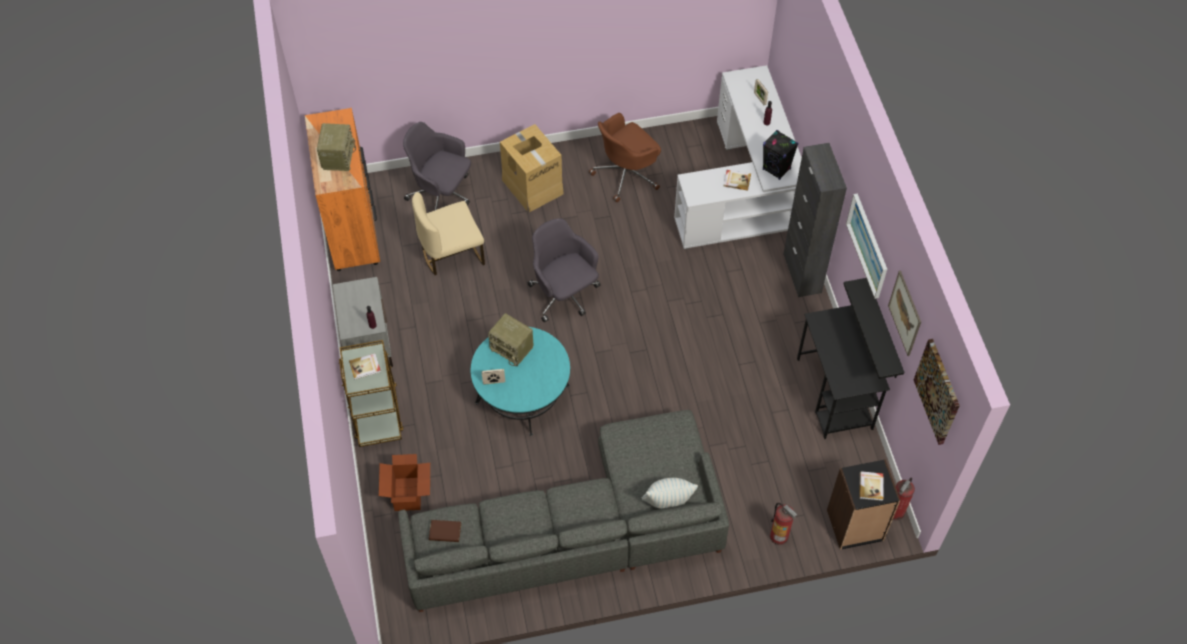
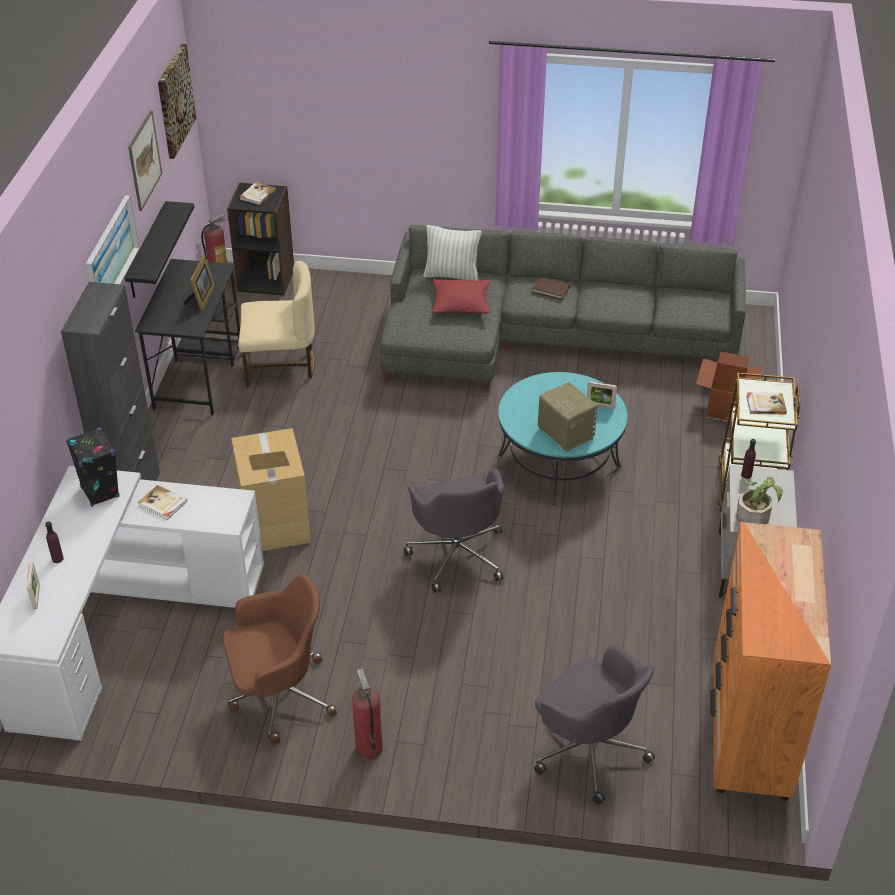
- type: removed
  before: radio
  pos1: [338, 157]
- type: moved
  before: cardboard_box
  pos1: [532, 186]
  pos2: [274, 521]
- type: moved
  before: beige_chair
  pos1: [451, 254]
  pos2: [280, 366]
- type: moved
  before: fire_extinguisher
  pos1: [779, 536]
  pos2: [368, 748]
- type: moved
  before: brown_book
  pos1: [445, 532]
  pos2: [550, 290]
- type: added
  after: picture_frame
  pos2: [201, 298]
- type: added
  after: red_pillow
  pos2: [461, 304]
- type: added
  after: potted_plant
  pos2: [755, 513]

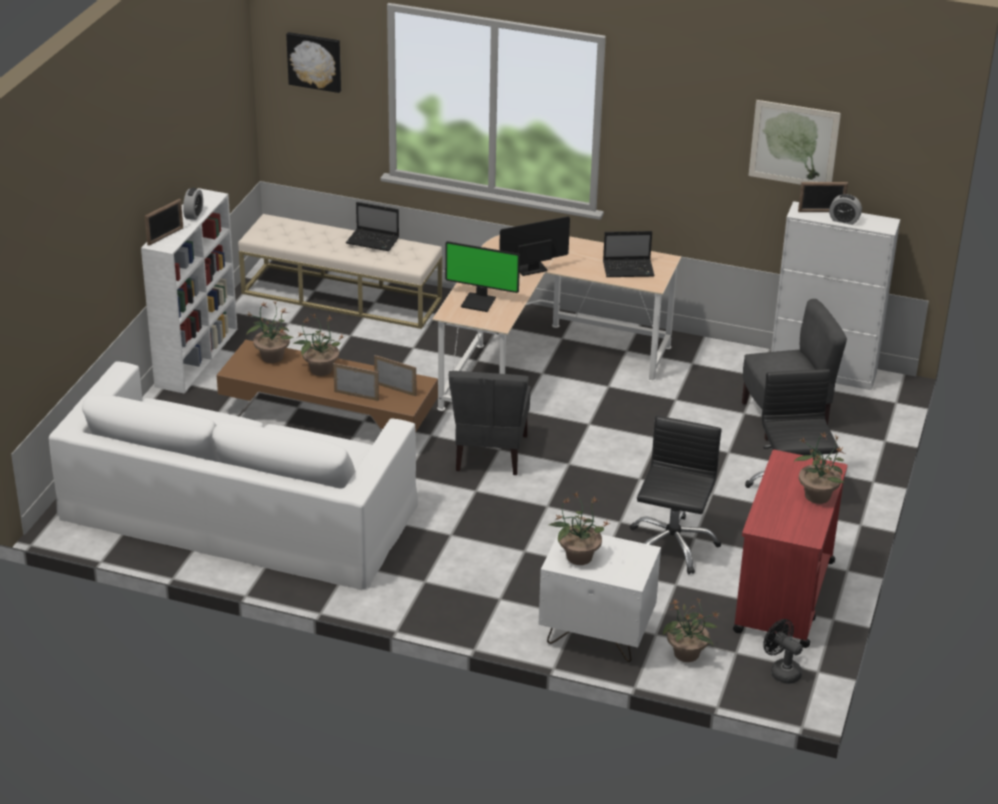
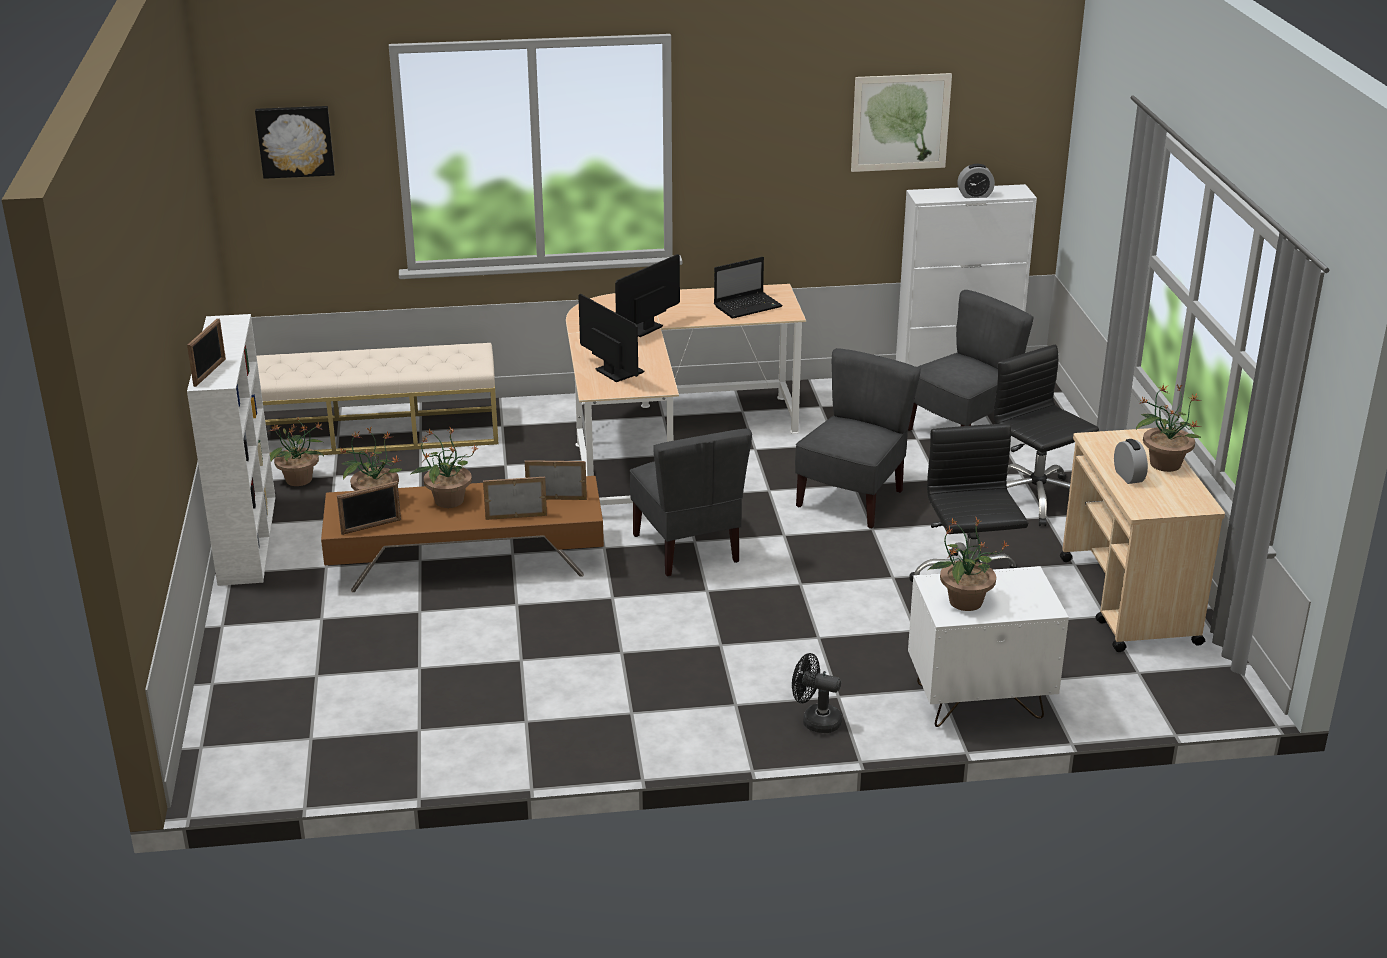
- type: moved
  before: picture_frame
  pos1: [821, 211]
  pos2: [371, 527]
- type: moved
  before: alarm_clock
  pos1: [194, 214]
  pos2: [1128, 476]
- type: removed
  before: laptop
  pos1: [373, 241]
- type: turned
  before: monitor
  pos1: [479, 302]
  pos2: [617, 372]
  turn: -120
- type: removed
  before: white_sofa
  pos1: [238, 511]
- type: recoloured
  before: red_cart
  after: beige_cart
  pos1: [783, 597]
  pos2: [1129, 601]
- type: moved
  before: potted_plant
  pos1: [687, 654]
  pos2: [299, 480]
- type: moved
  before: black_fan
  pos1: [781, 671]
  pos2: [815, 721]
- type: added
  after: grey_chair
  pos2: [852, 500]

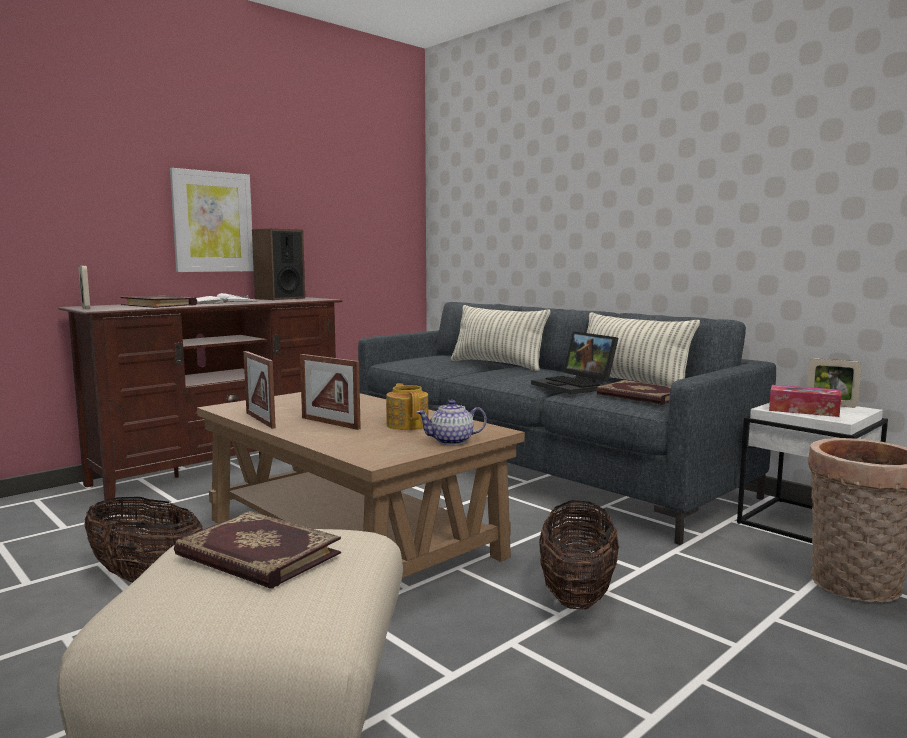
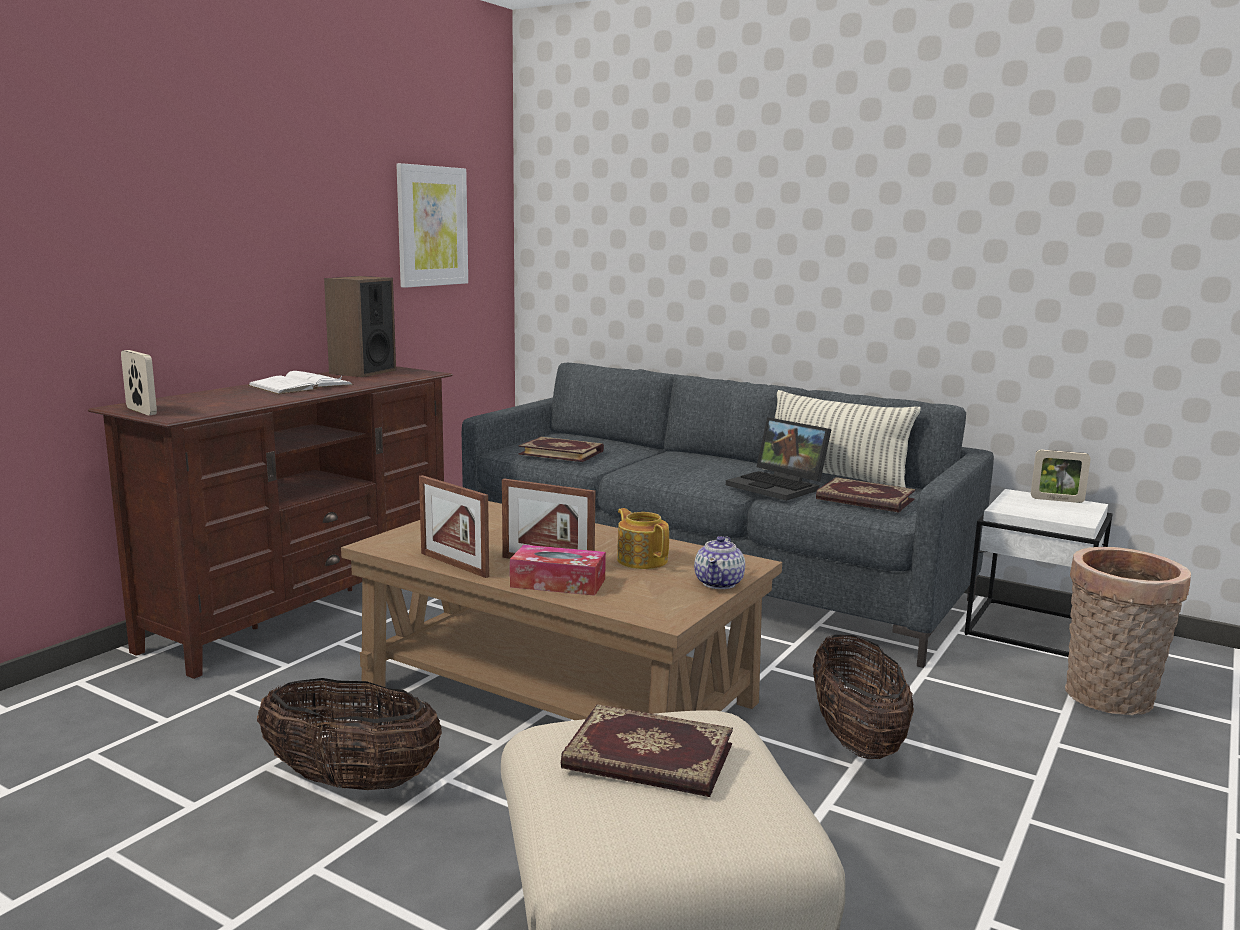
- type: moved
  before: picture
  pos1: [212, 222]
  pos2: [432, 226]
- type: moved
  before: book
  pos1: [160, 305]
  pos2: [562, 452]
- type: removed
  before: pillow
  pos1: [497, 365]
- type: moved
  before: tissue_box
  pos1: [803, 410]
  pos2: [558, 583]
- type: turned
  before: teapot
  pos1: [452, 441]
  pos2: [719, 583]
  turn: -45

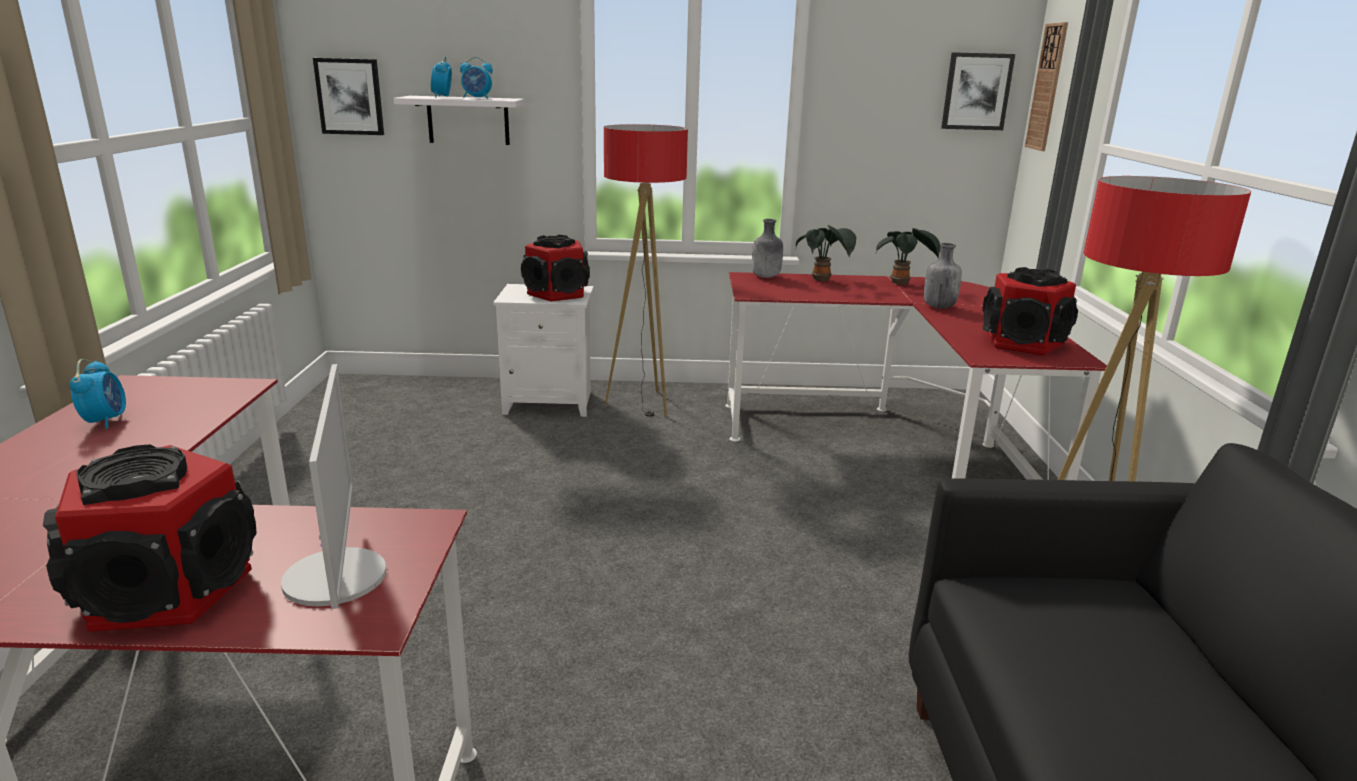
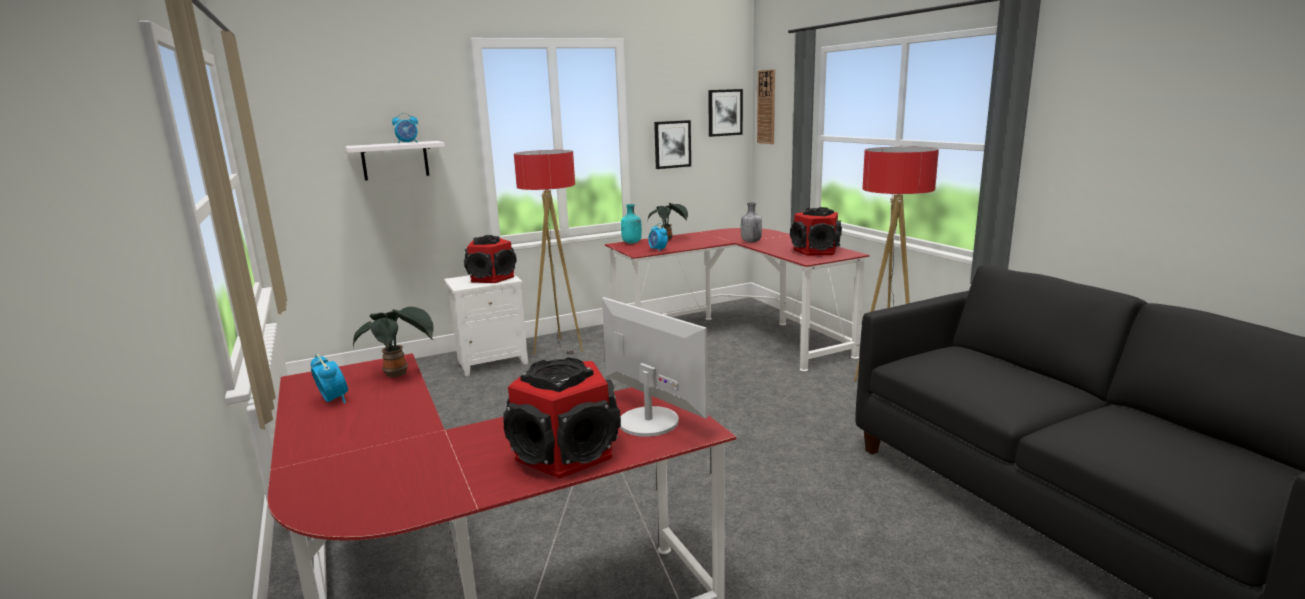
- type: moved
  before: alarm_clock
  pos1: [442, 97]
  pos2: [658, 250]
- type: moved
  before: picture
  pos1: [350, 96]
  pos2: [672, 144]
- type: recoloured
  before: grey_bottle
  after: turquoise_bottle
  pos1: [766, 277]
  pos2: [632, 243]
- type: moved
  before: potted_plant
  pos1: [902, 283]
  pos2: [399, 374]

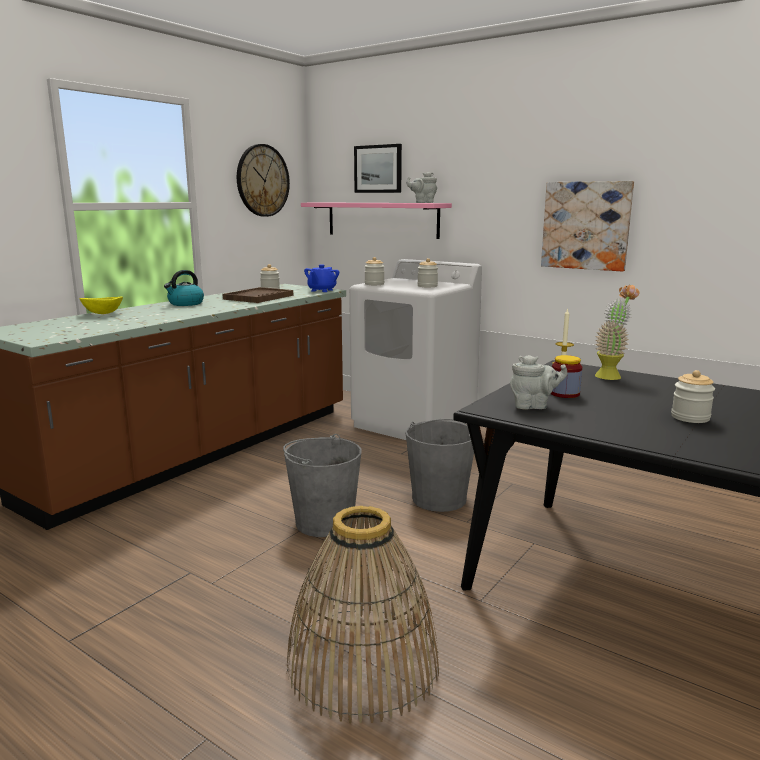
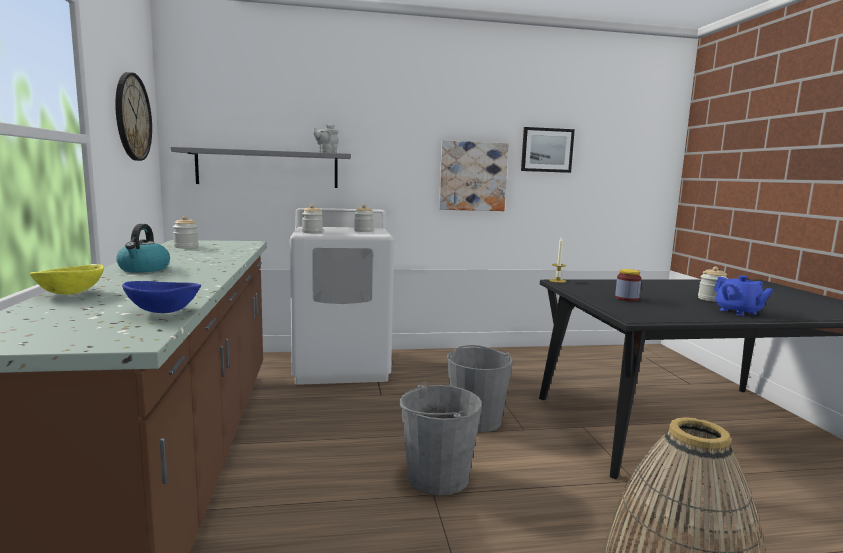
- type: moved
  before: picture
  pos1: [378, 169]
  pos2: [547, 150]
- type: recoloured
  before: pink_shelf
  after: grey_shelf
  pos1: [382, 219]
  pos2: [267, 168]
- type: moved
  before: blue_teapot
  pos1: [321, 290]
  pos2: [738, 312]
- type: removed
  before: potted_plant
  pos1: [611, 375]
- type: removed
  before: brown_tray
  pos1: [258, 297]
- type: removed
  before: grey_teapot
  pos1: [533, 406]
- type: added
  after: blue_bowl
  pos2: [163, 312]

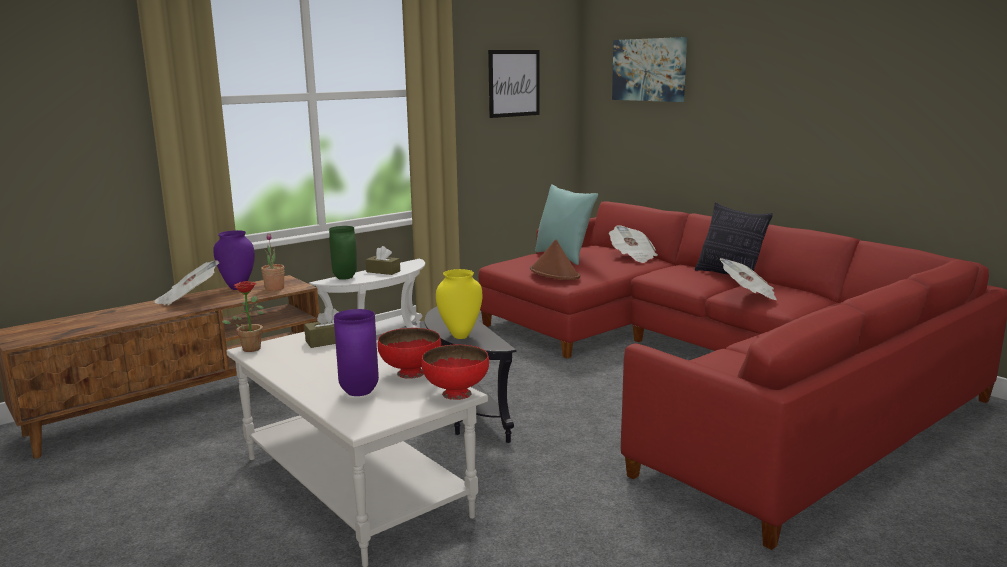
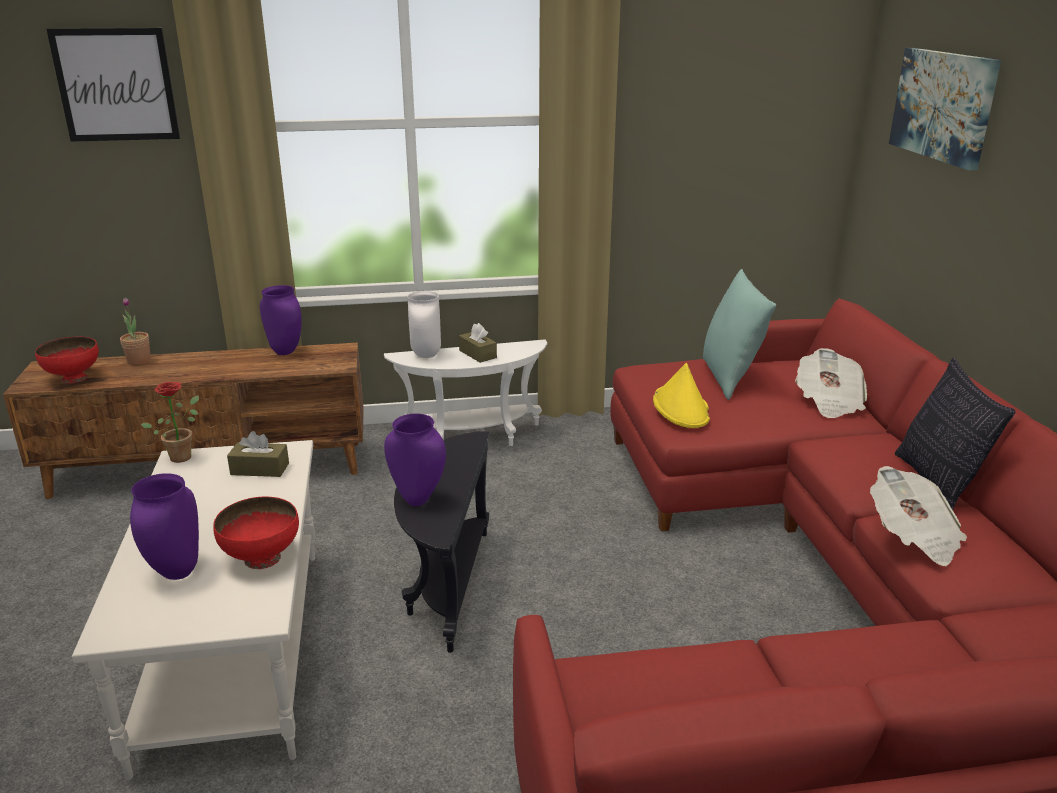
- type: moved
  before: picture
  pos1: [514, 83]
  pos2: [116, 85]
- type: recoloured
  before: green_vase
  after: white_vase
  pos1: [346, 278]
  pos2: [427, 355]
- type: moved
  before: potted_plant
  pos1: [274, 288]
  pos2: [139, 361]
- type: recoloured
  before: brown_hat
  after: yellow_hat
  pos1: [554, 273]
  pos2: [681, 408]
- type: removed
  before: newspaper
  pos1: [188, 300]
- type: recoloured
  before: yellow_vase
  after: purple_vase
  pos1: [460, 336]
  pos2: [417, 500]
- type: moved
  before: red_bowl
  pos1: [455, 394]
  pos2: [73, 378]

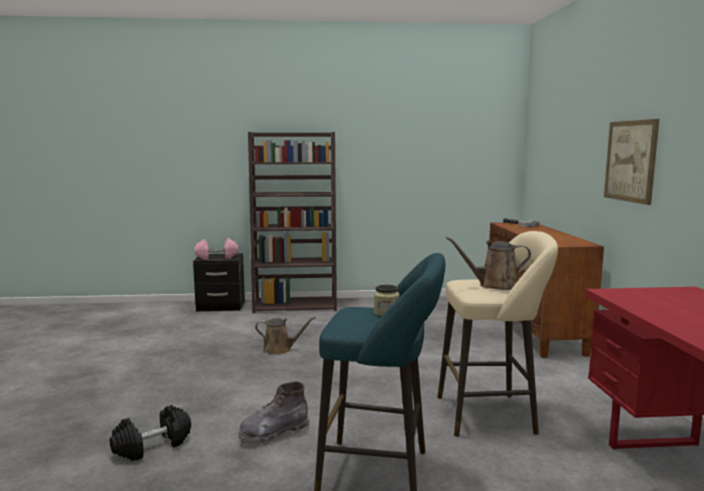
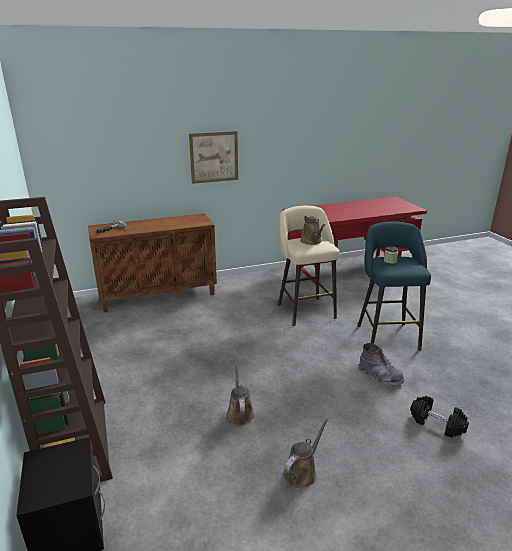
- type: removed
  before: pink_dumbbell
  pos1: [217, 257]
- type: added
  after: brown_watering_can
  pos2: [302, 472]

